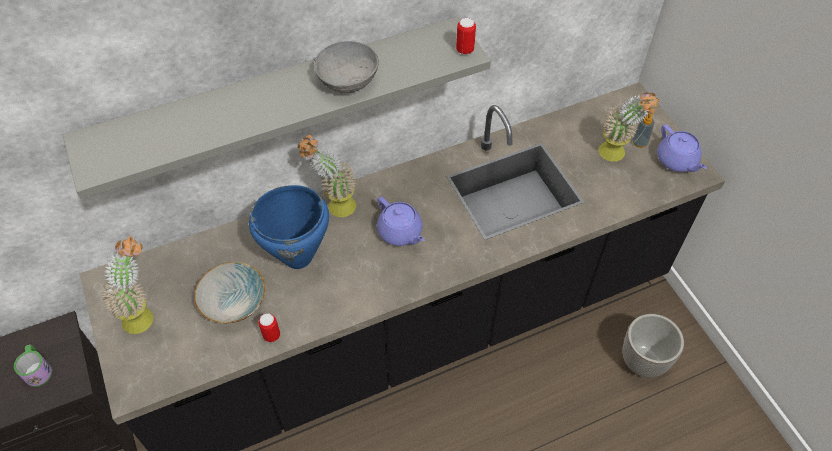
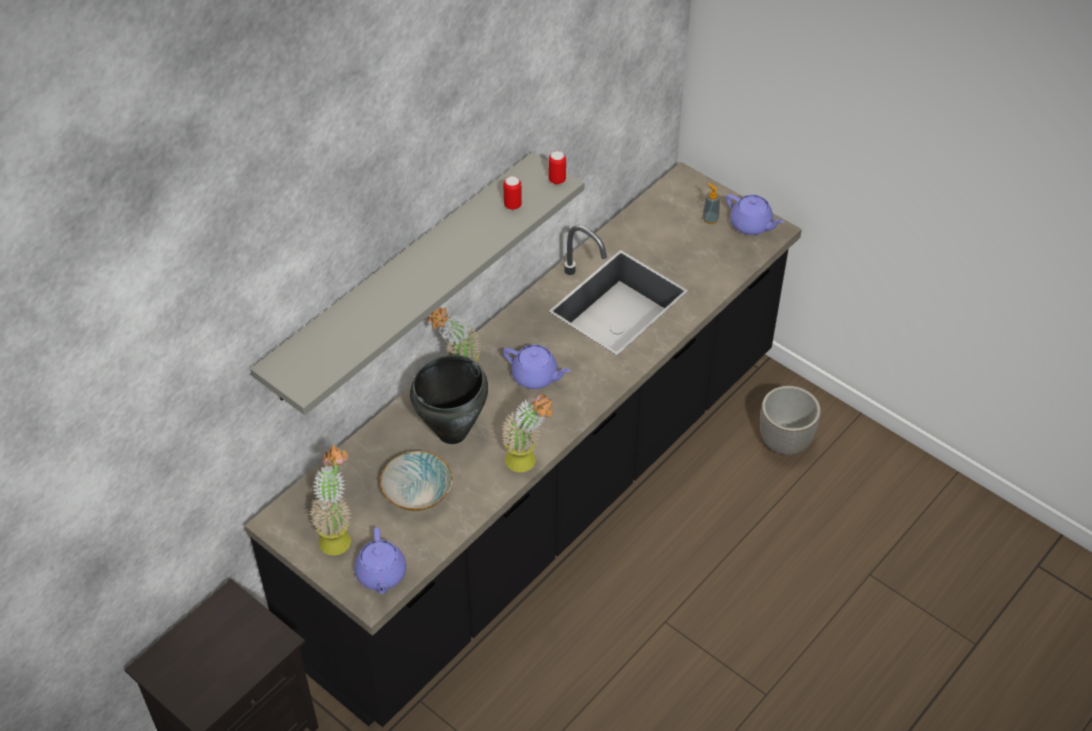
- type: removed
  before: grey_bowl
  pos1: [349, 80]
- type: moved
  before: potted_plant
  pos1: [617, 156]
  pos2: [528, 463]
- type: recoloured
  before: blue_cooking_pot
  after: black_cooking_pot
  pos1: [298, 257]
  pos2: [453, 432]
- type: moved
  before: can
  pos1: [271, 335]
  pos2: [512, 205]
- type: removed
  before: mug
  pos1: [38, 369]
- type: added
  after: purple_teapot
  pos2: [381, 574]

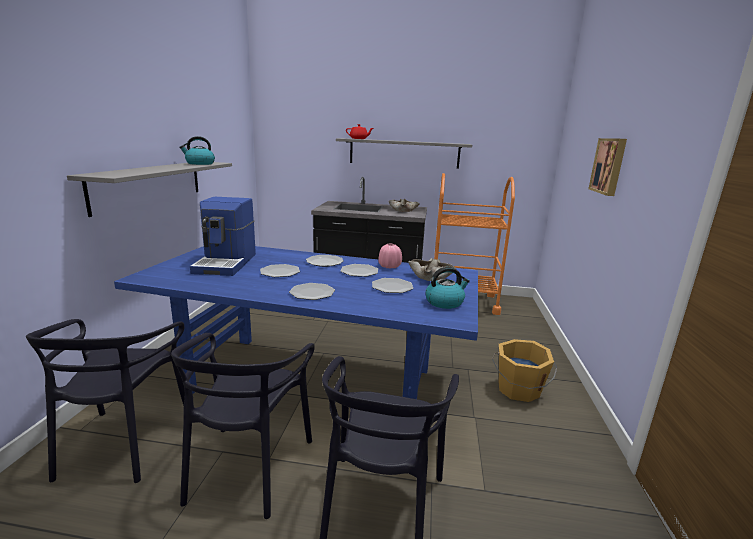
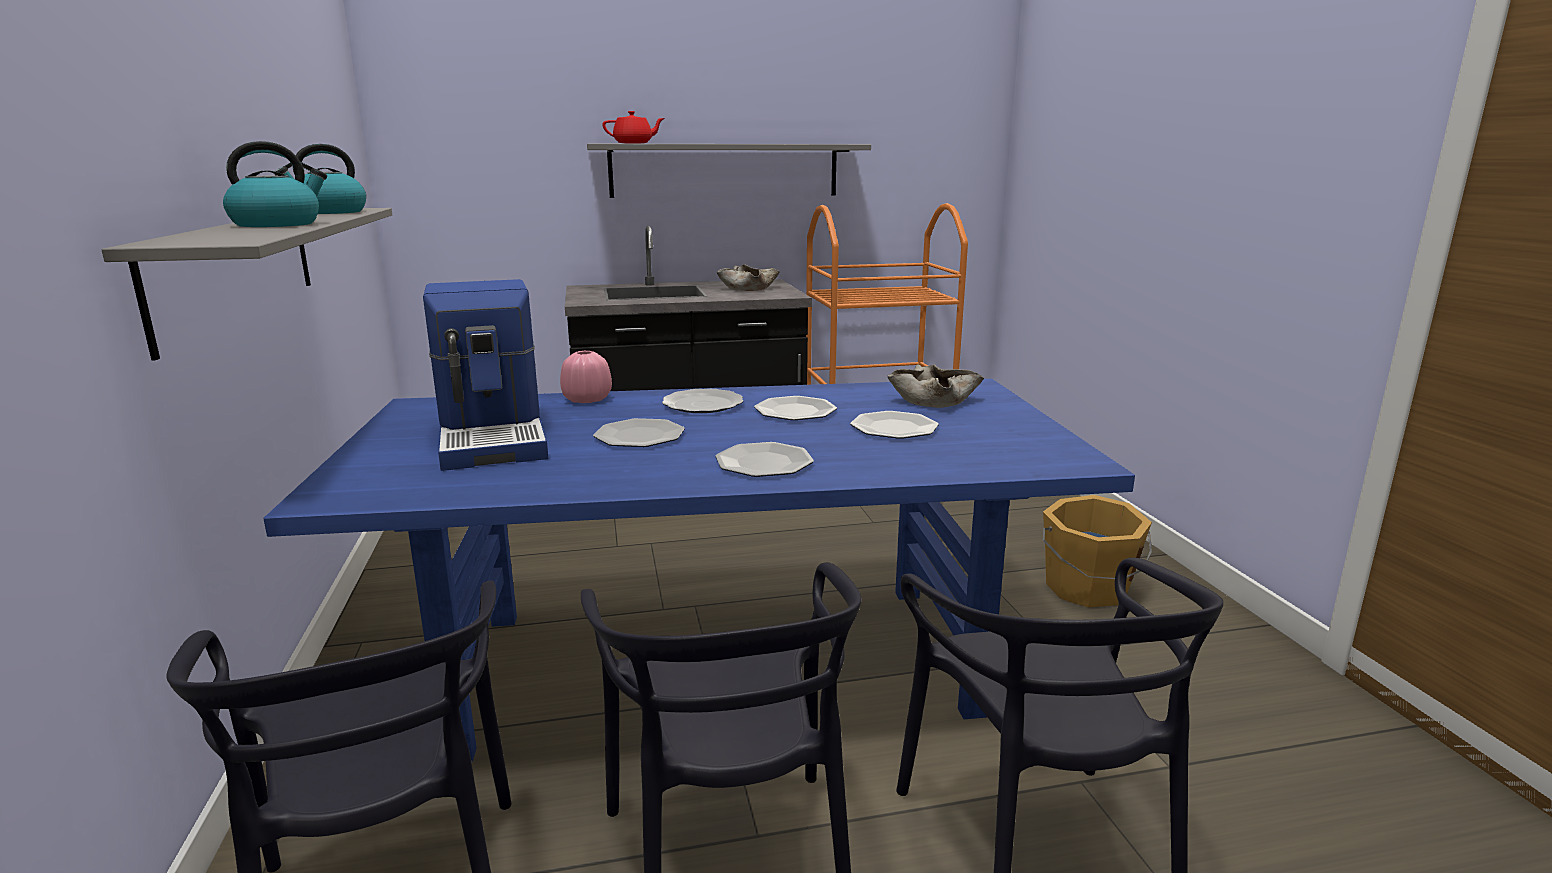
- type: removed
  before: picture
  pos1: [609, 166]
- type: moved
  before: pink_vase
  pos1: [389, 266]
  pos2: [587, 399]
- type: moved
  before: kettle
  pos1: [445, 302]
  pos2: [278, 224]

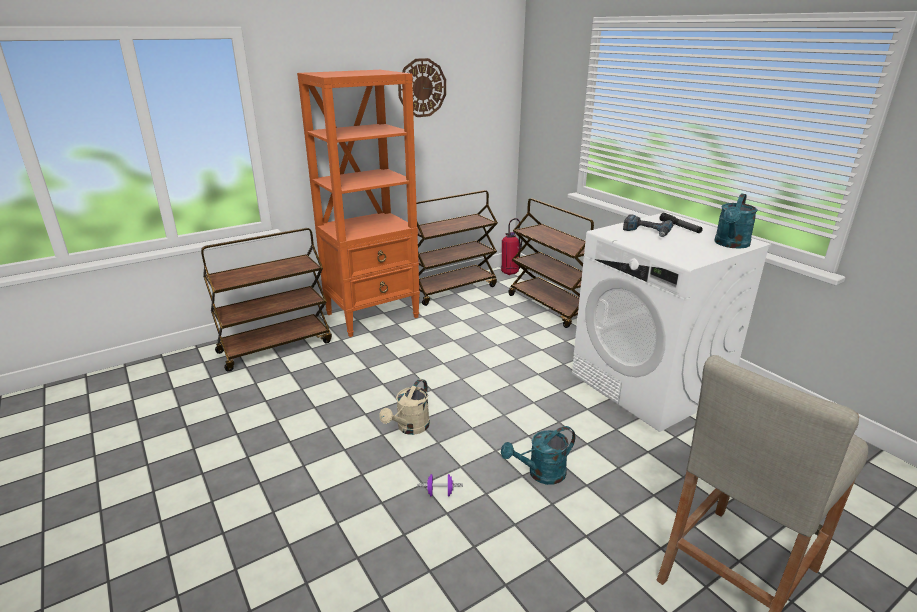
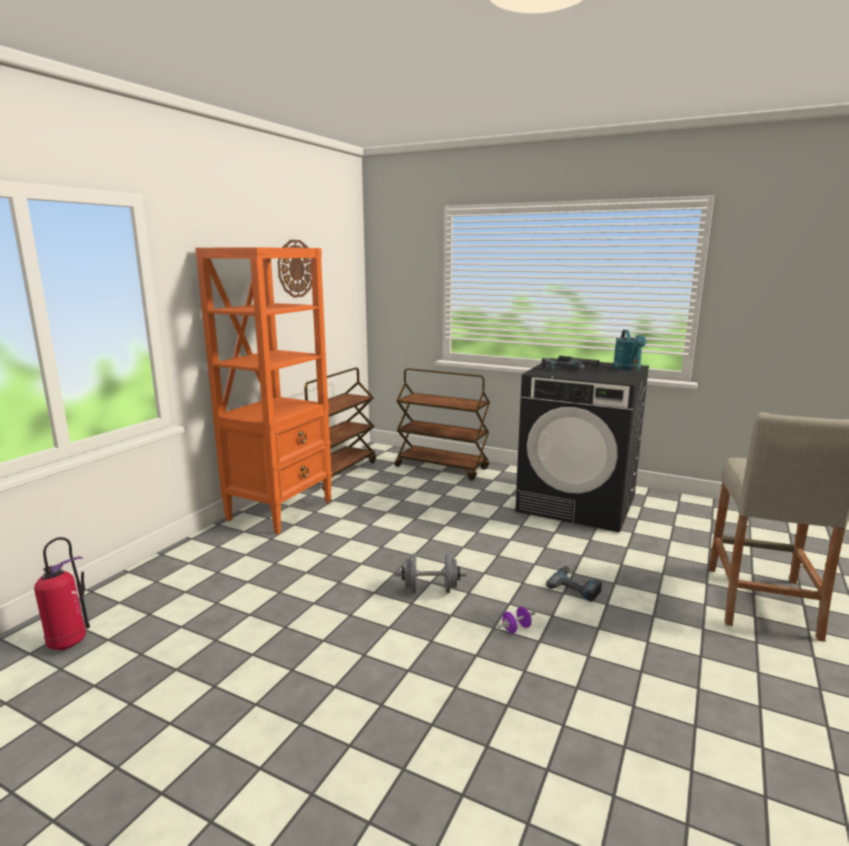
- type: recoloured
  before: white_washing_machine
  after: black_washing_machine
  pos1: [650, 384]
  pos2: [577, 503]
- type: moved
  before: fire_extinguisher
  pos1: [510, 273]
  pos2: [69, 642]
- type: removed
  before: brown_cart
  pos1: [276, 346]
- type: replaced
  before: beige_watering_can
  after: grey_dumbbell
  pos1: [410, 428]
  pos2: [430, 590]
- type: replaced
  before: turquoise_watering_can
  after: power_drill
  pos1: [541, 474]
  pos2: [575, 587]

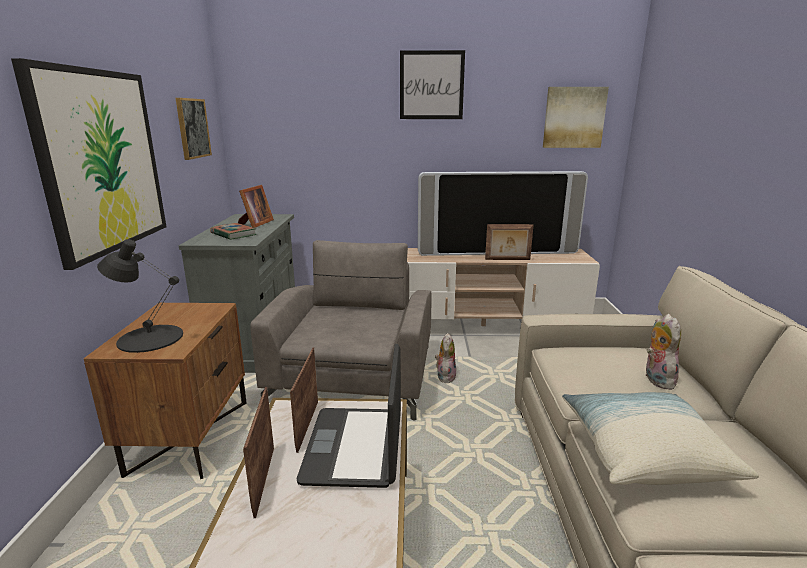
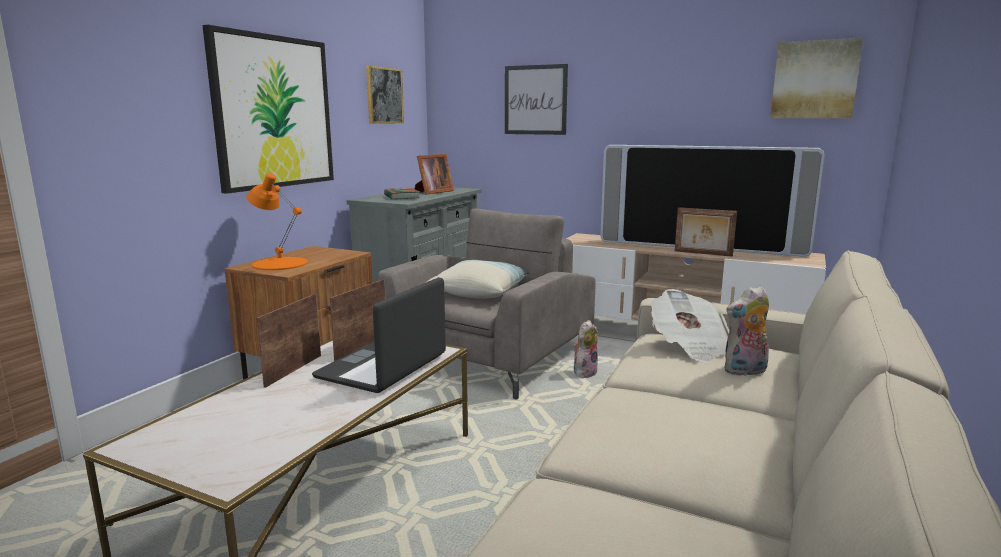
- type: moved
  before: picture
  pos1: [431, 85]
  pos2: [535, 100]
- type: recoloured
  before: black_table_lamp
  after: orange_table_lamp
  pos1: [150, 338]
  pos2: [280, 263]
- type: turned
  before: plush_toy
  pos1: [656, 379]
  pos2: [745, 371]
  turn: -135
- type: moved
  before: pillow
  pos1: [643, 453]
  pos2: [480, 292]
- type: added
  after: newspaper
  pos2: [689, 346]

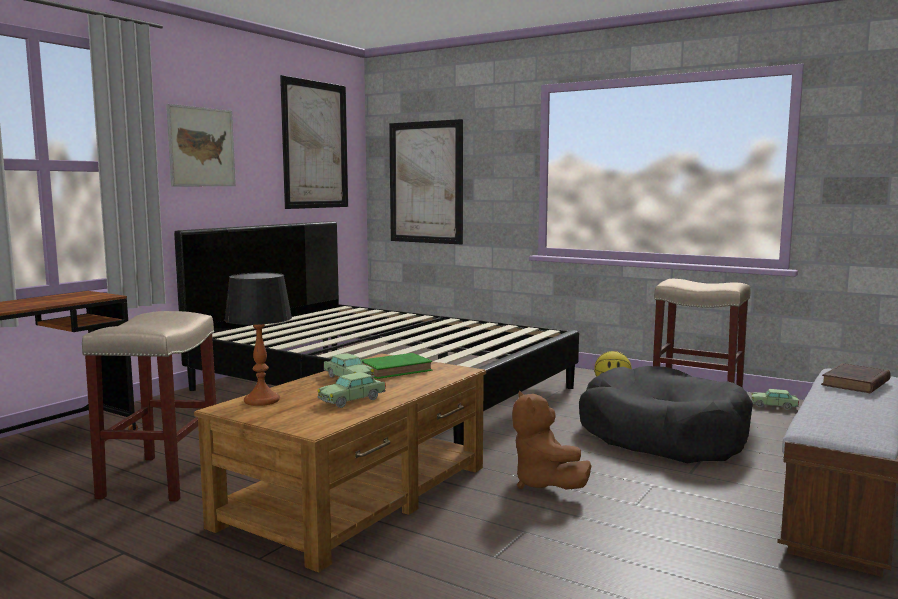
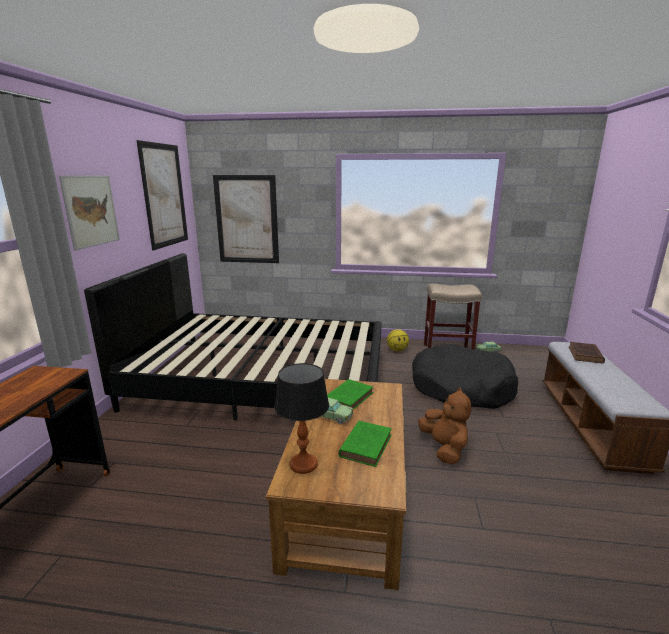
- type: removed
  before: beige_stool
  pos1: [161, 477]
- type: replaced
  before: toy_car
  after: green_book
  pos1: [352, 400]
  pos2: [366, 445]
- type: turned
  before: brown_plush_toy
  pos1: [544, 484]
  pos2: [444, 448]
  turn: -150

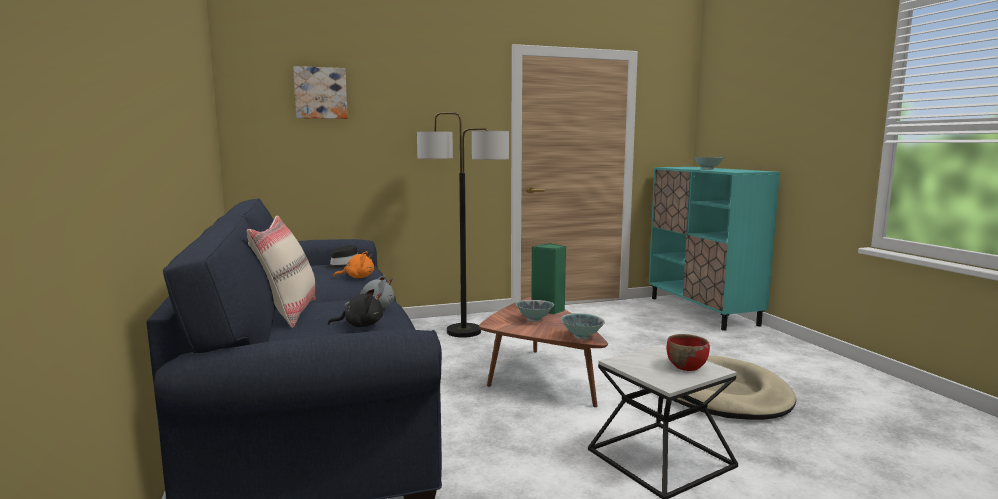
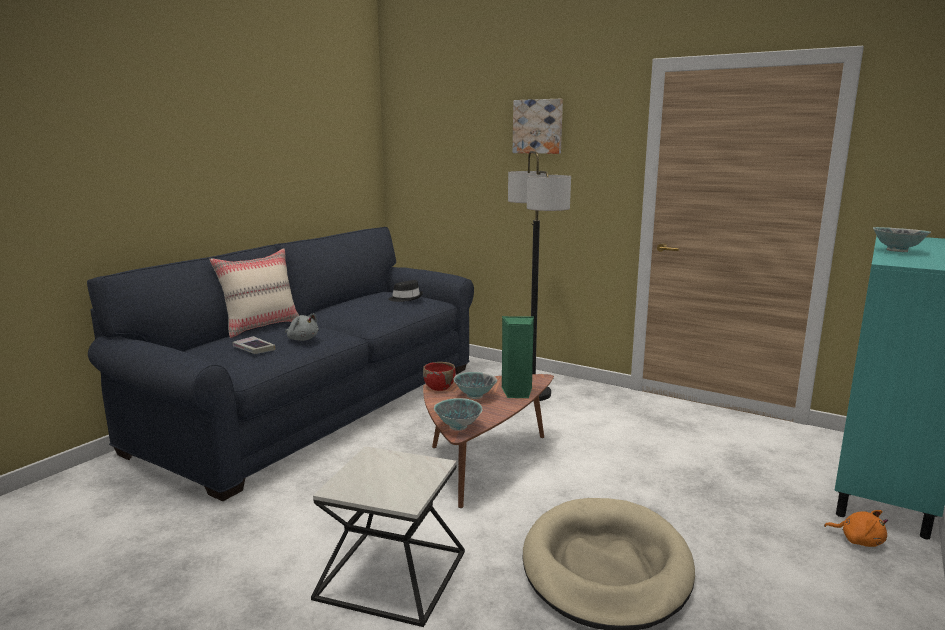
- type: moved
  before: picture
  pos1: [320, 93]
  pos2: [538, 126]
- type: moved
  before: orange_plush_toy
  pos1: [357, 277]
  pos2: [858, 540]
- type: replaced
  before: black_plush_toy
  after: book
  pos1: [361, 325]
  pos2: [254, 349]
- type: moved
  before: red_bowl
  pos1: [686, 366]
  pos2: [439, 387]

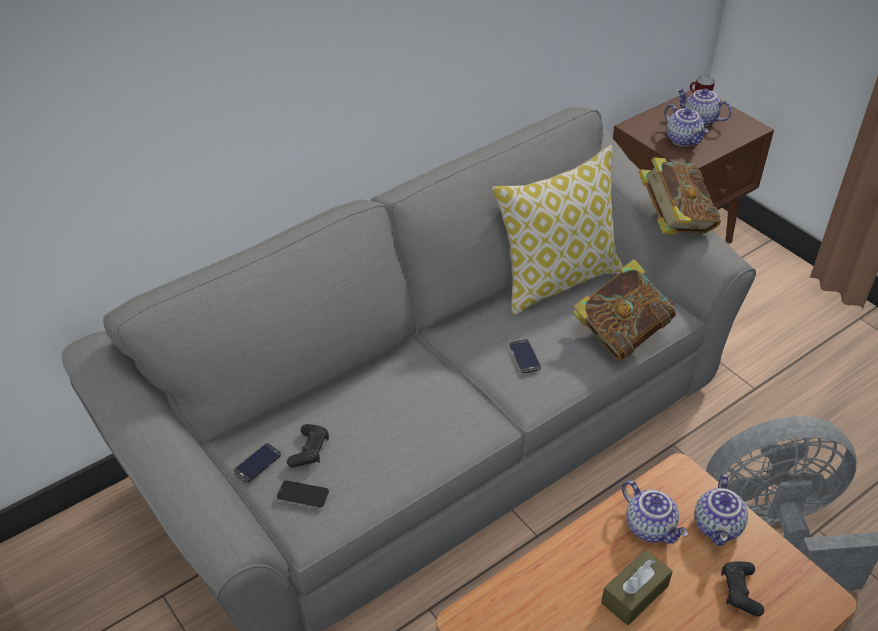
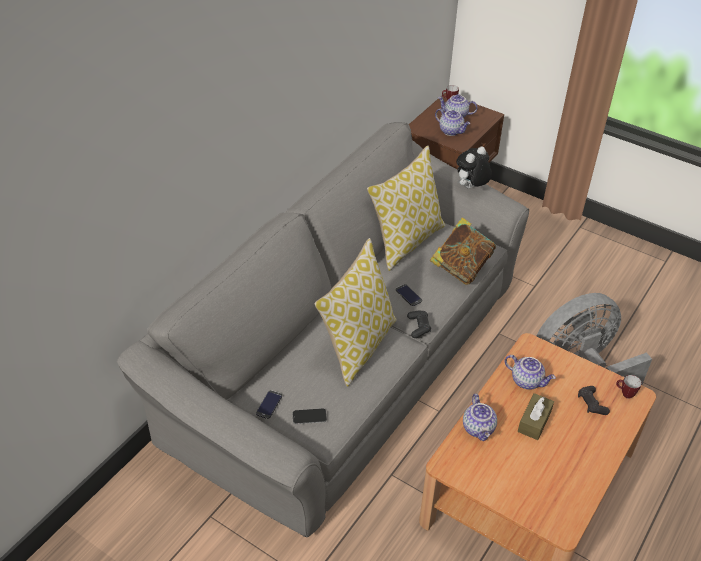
- type: replaced
  before: book
  after: plush_toy
  pos1: [674, 222]
  pos2: [471, 188]
- type: moved
  before: black_game_controller
  pos1: [309, 451]
  pos2: [419, 327]
- type: moved
  before: teapot
  pos1: [718, 527]
  pos2: [479, 428]
- type: added
  after: pillow
  pos2: [357, 345]
- type: added
  after: mug
  pos2: [624, 394]

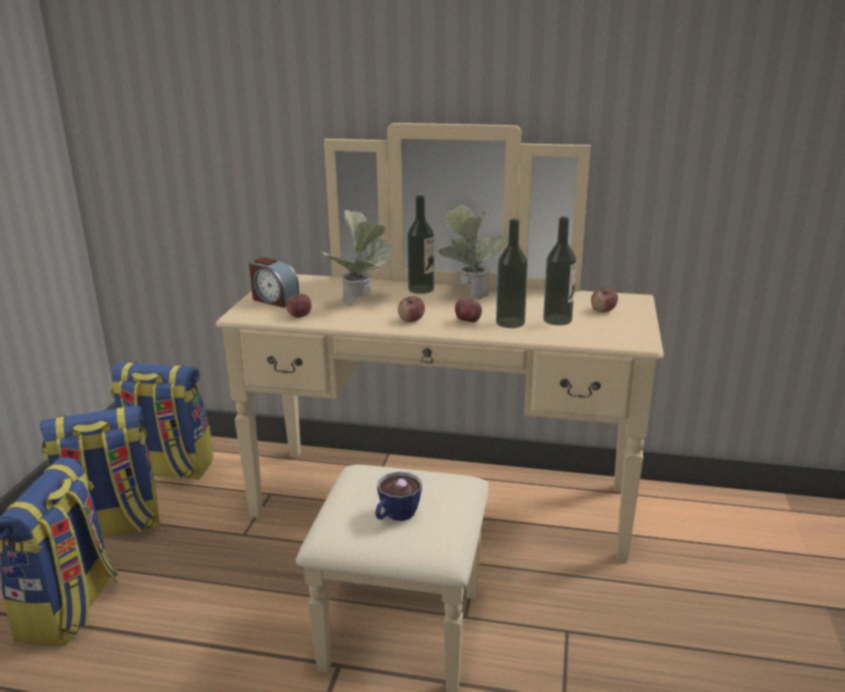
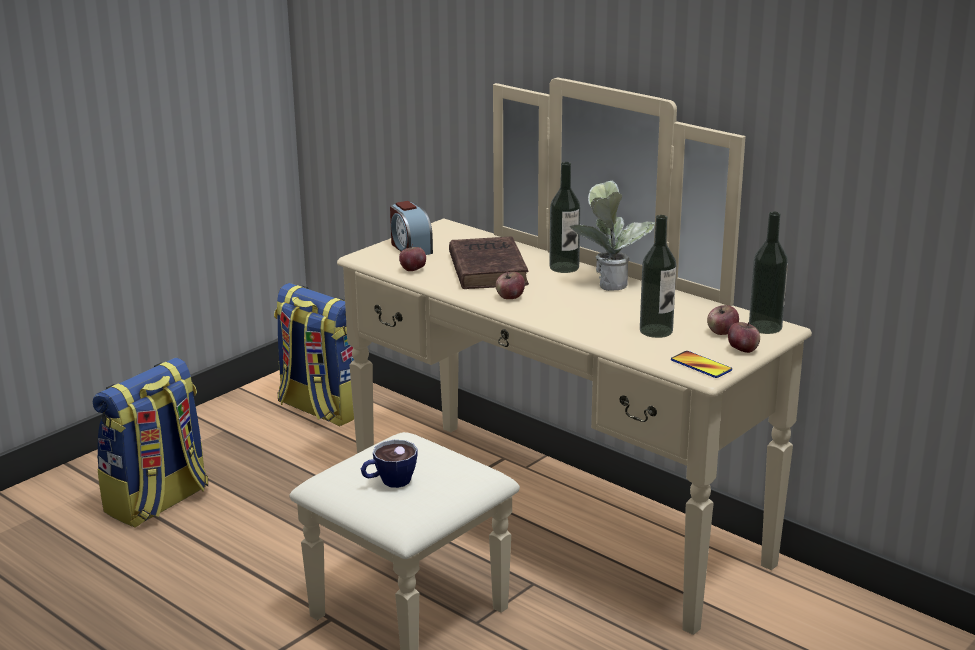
- type: replaced
  before: potted_plant
  after: brown_book
  pos1: [361, 302]
  pos2: [487, 268]
- type: moved
  before: bottle
  pos1: [510, 322]
  pos2: [765, 327]
- type: moved
  before: apple
  pos1: [468, 321]
  pos2: [743, 349]
- type: removed
  before: backpack
  pos1: [112, 527]
- type: added
  after: phone
  pos2: [701, 366]

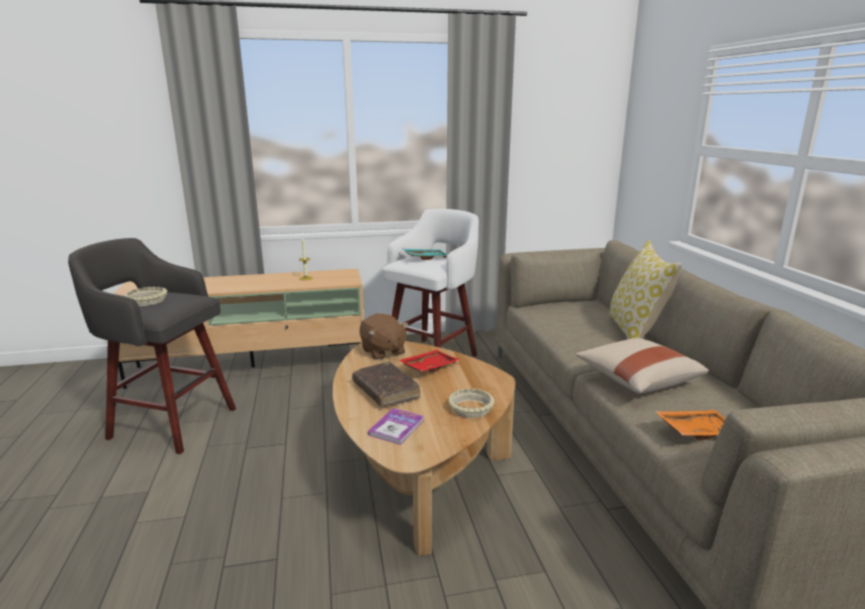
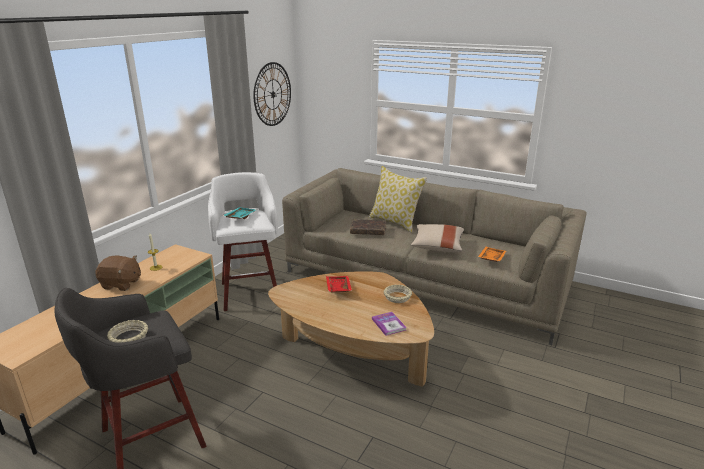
- type: moved
  before: brown_plush_toy
  pos1: [383, 351]
  pos2: [121, 284]
- type: moved
  before: brown_book
  pos1: [385, 391]
  pos2: [368, 231]
- type: added
  after: wall_clock
  pos2: [272, 94]

